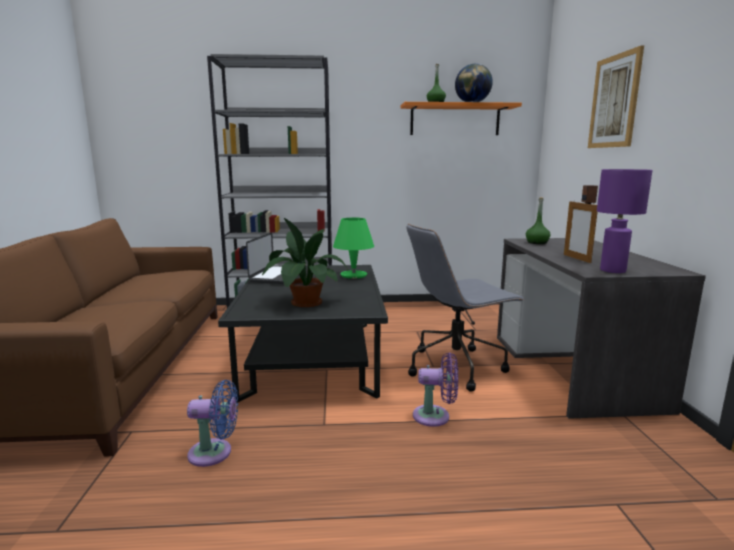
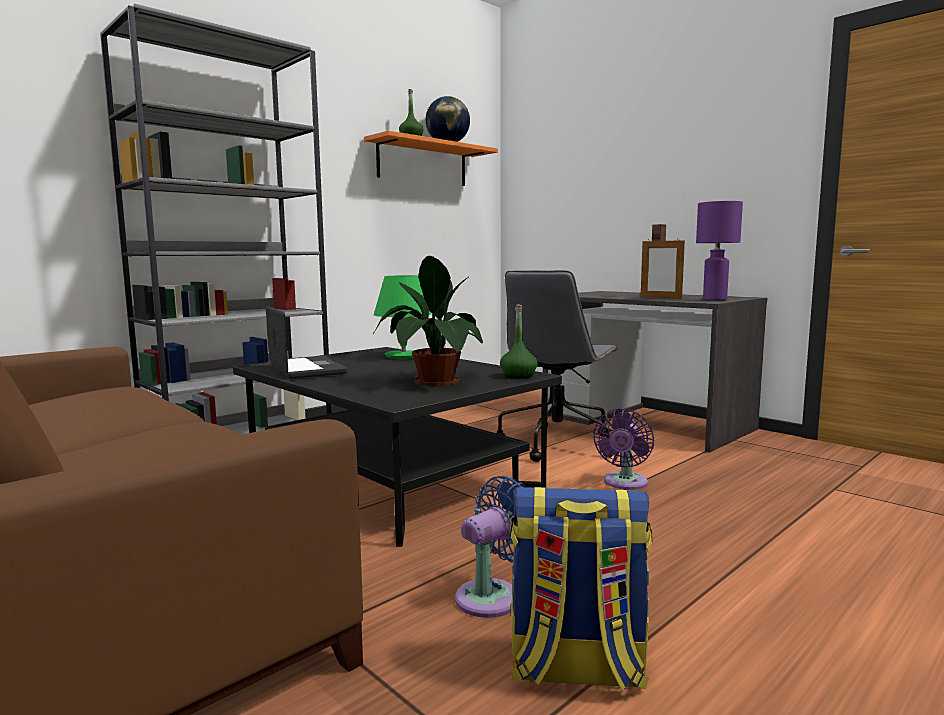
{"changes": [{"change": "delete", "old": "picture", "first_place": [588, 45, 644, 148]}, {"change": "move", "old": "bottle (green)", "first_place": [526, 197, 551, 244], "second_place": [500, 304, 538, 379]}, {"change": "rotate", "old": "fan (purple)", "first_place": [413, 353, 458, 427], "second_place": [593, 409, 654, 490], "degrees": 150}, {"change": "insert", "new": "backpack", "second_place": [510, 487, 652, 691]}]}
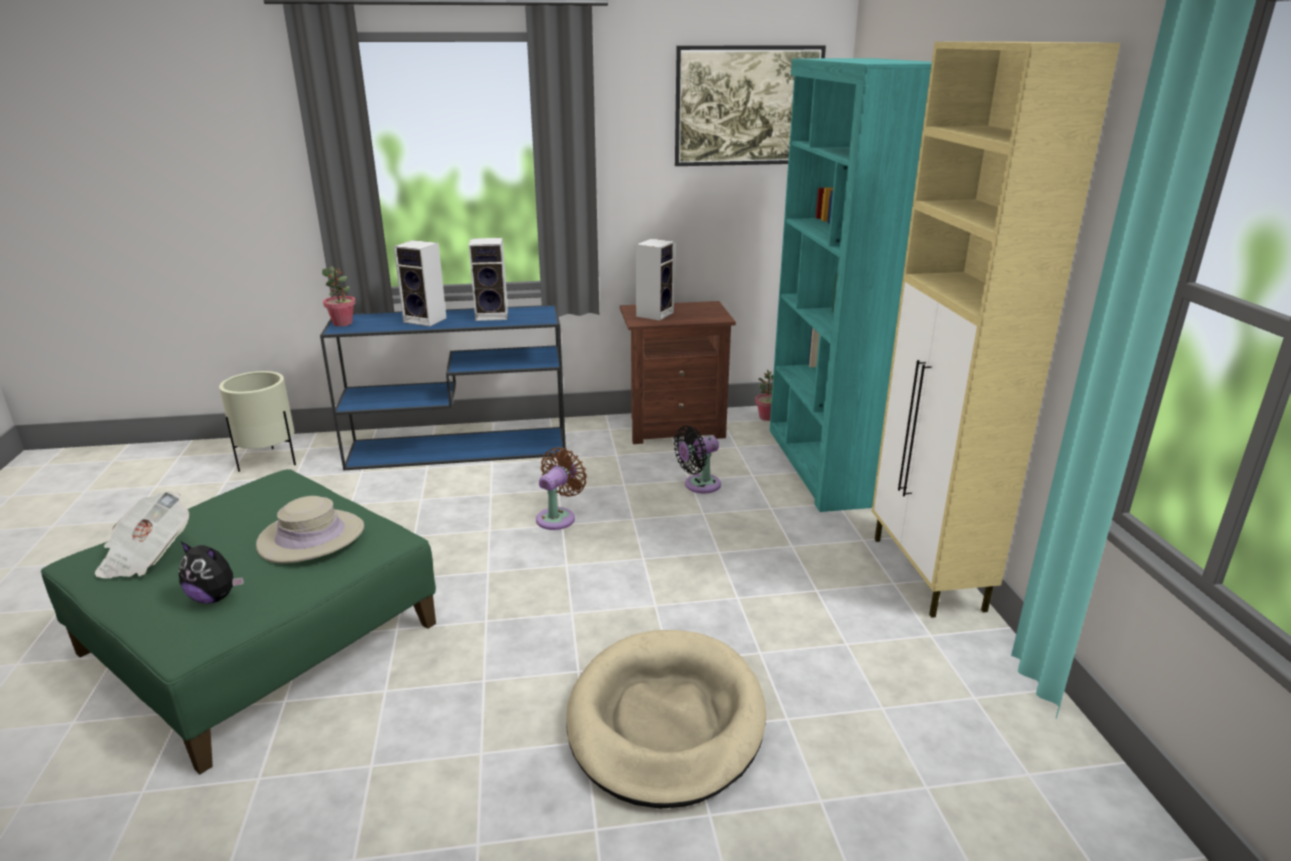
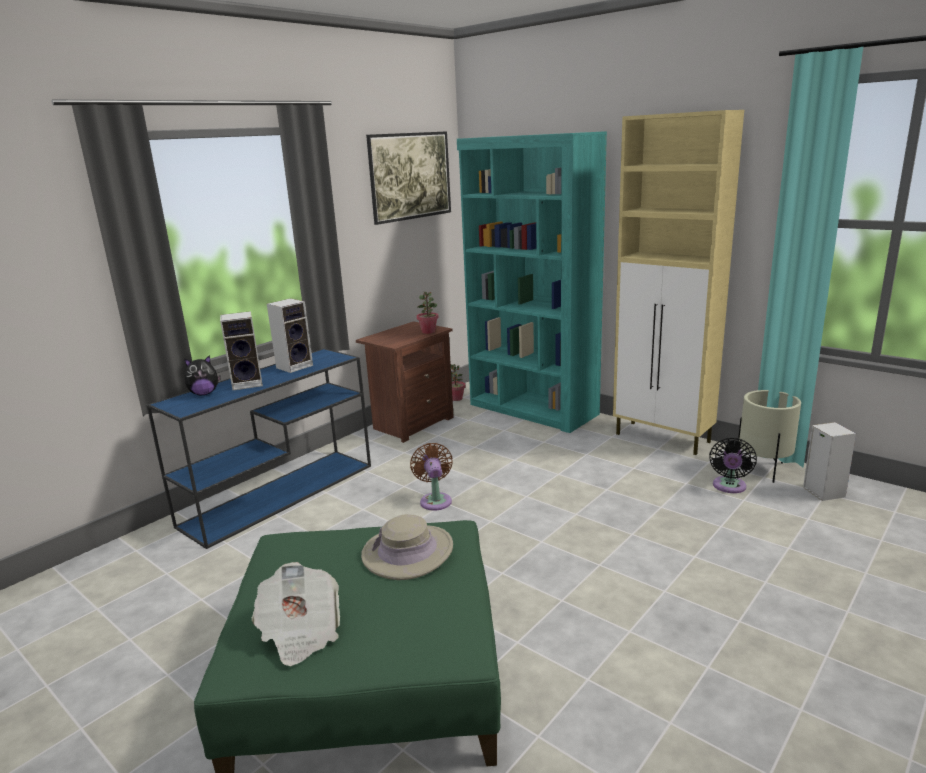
{"changes": [{"change": "move", "old": "speaker", "first_place": [636, 239, 675, 321], "second_place": [803, 422, 856, 501]}, {"change": "move", "old": "potted plant", "first_place": [322, 267, 356, 326], "second_place": [417, 292, 438, 334]}, {"change": "move", "old": "planter (beige)", "first_place": [219, 371, 296, 472], "second_place": [738, 390, 801, 483]}, {"change": "move", "old": "fan (black)", "first_place": [674, 425, 721, 493], "second_place": [709, 438, 757, 493]}, {"change": "move", "old": "plush toy", "first_place": [179, 542, 244, 603], "second_place": [185, 355, 220, 395]}, {"change": "delete", "old": "dog bed (beige)", "first_place": [566, 630, 766, 809]}]}
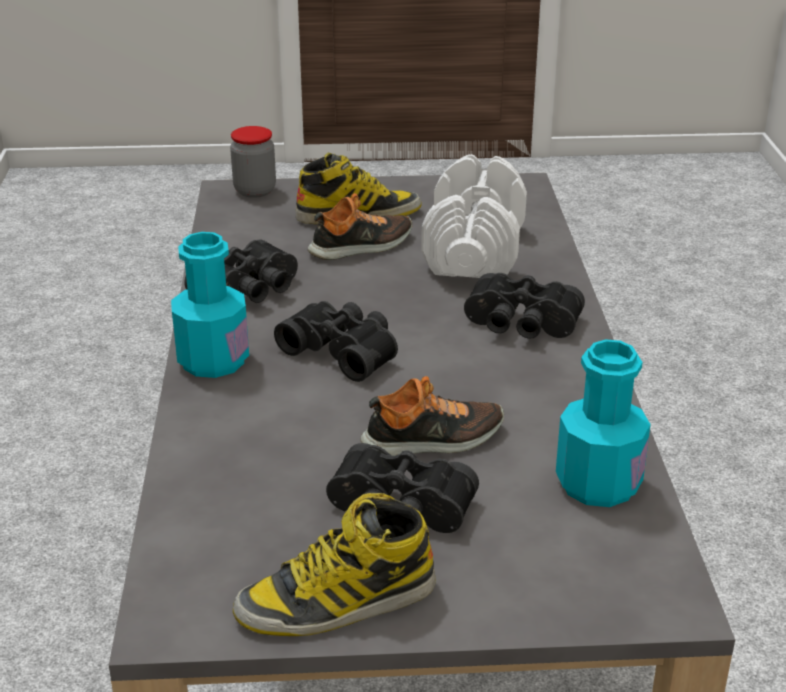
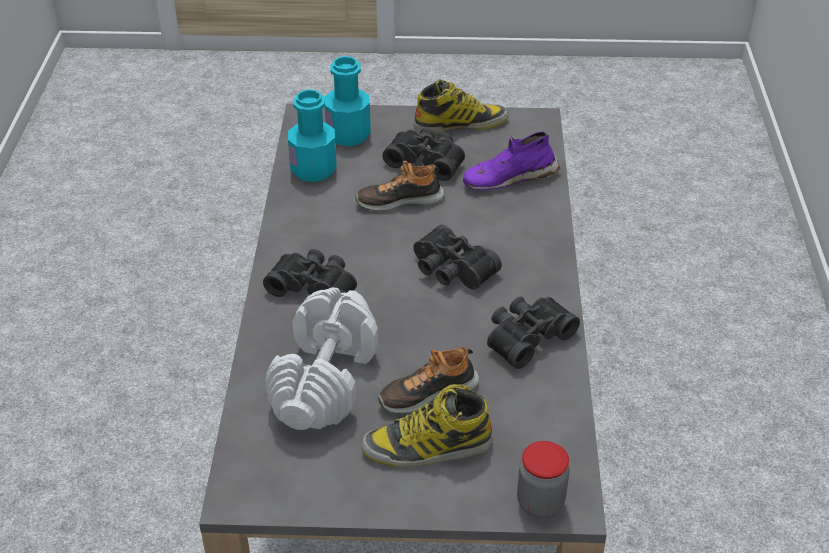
{"changes": [{"change": "move", "old": "bottle (turquoise)", "first_place": [171, 232, 249, 378], "second_place": [325, 56, 371, 146]}, {"change": "insert", "new": "shoe (purple)", "second_place": [463, 131, 560, 190]}]}
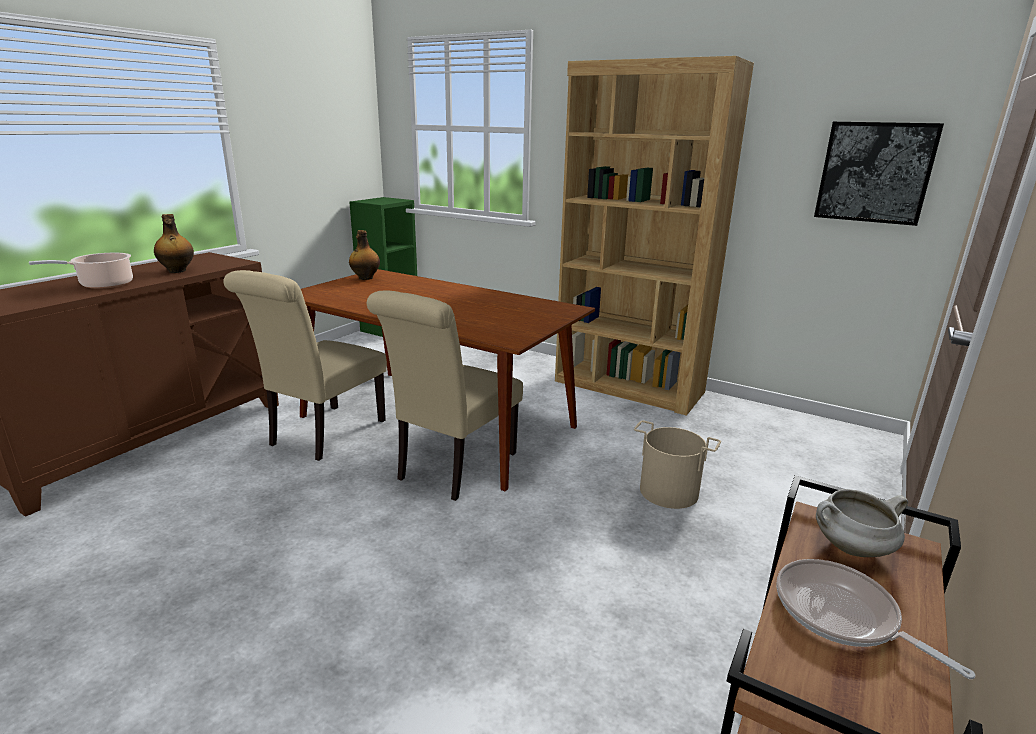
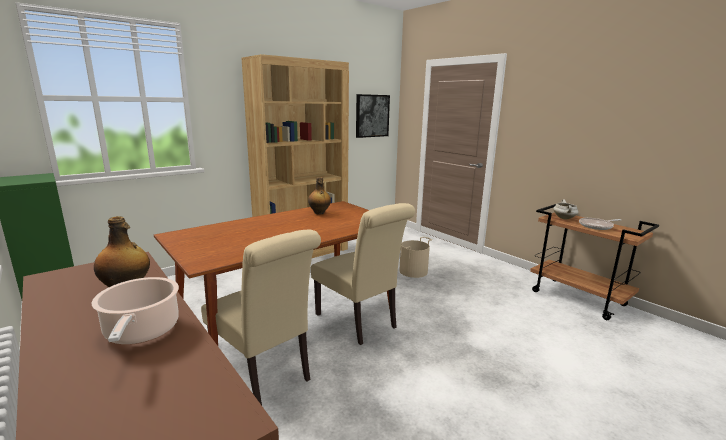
{"changes": [{"change": "move", "old": "bottle", "first_place": [349, 230, 380, 280], "second_place": [308, 177, 331, 214]}]}
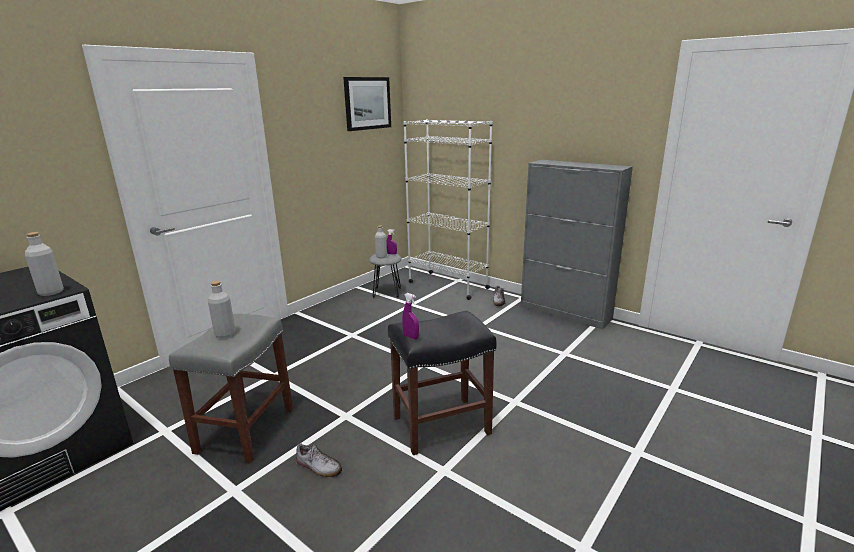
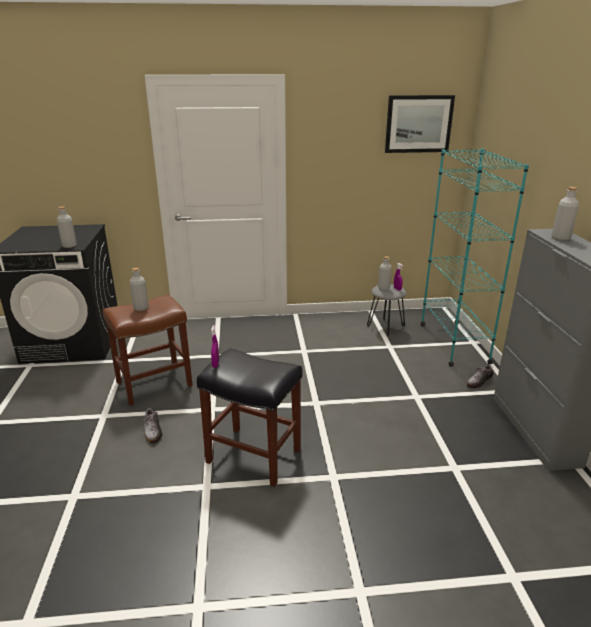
{"changes": [{"change": "recolor", "old": "bookcase (white)", "new": "bookcase (turquoise)", "first_place": [403, 119, 493, 300], "second_place": [421, 149, 529, 367]}, {"change": "recolor", "old": "stool (grey)", "new": "stool (brown)", "first_place": [169, 314, 293, 463], "second_place": [103, 295, 193, 405]}, {"change": "insert", "new": "bottle (grey)", "second_place": [552, 187, 579, 241]}]}
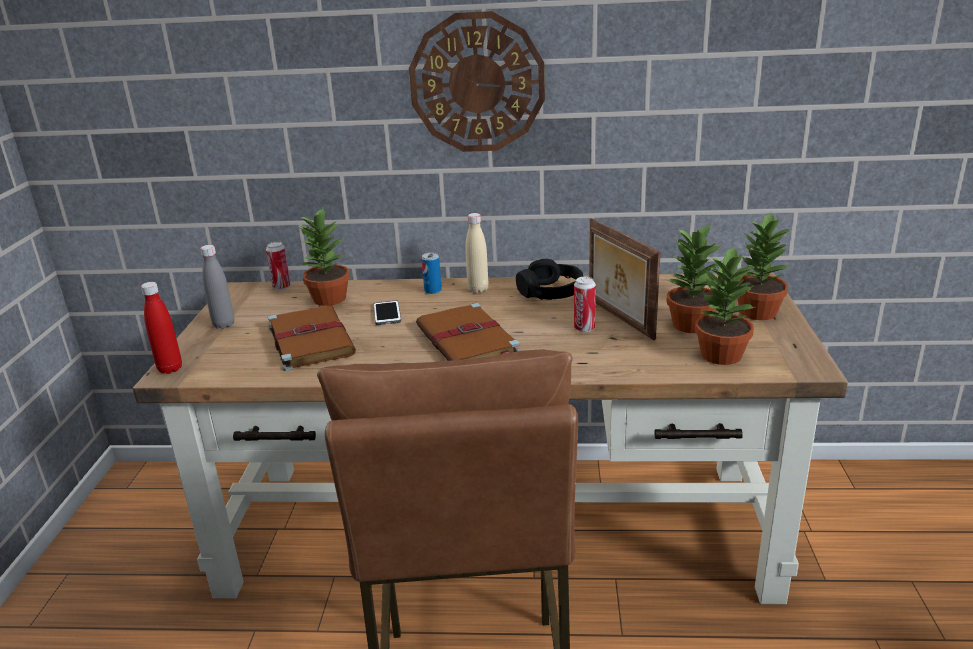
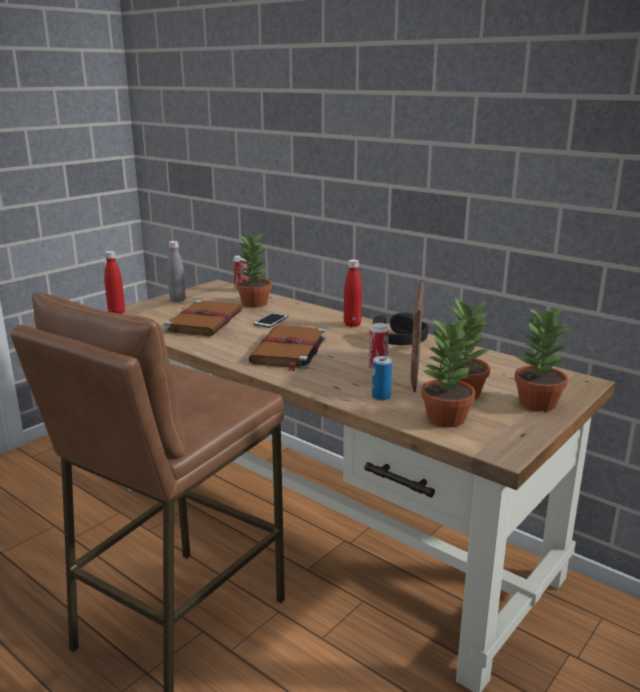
{"changes": [{"change": "delete", "old": "wall clock", "first_place": [409, 11, 545, 152]}, {"change": "recolor", "old": "bottle (beige)", "new": "bottle (red)", "first_place": [465, 213, 488, 293], "second_place": [344, 259, 362, 327]}, {"change": "move", "old": "can", "first_place": [421, 253, 442, 294], "second_place": [372, 356, 392, 401]}]}
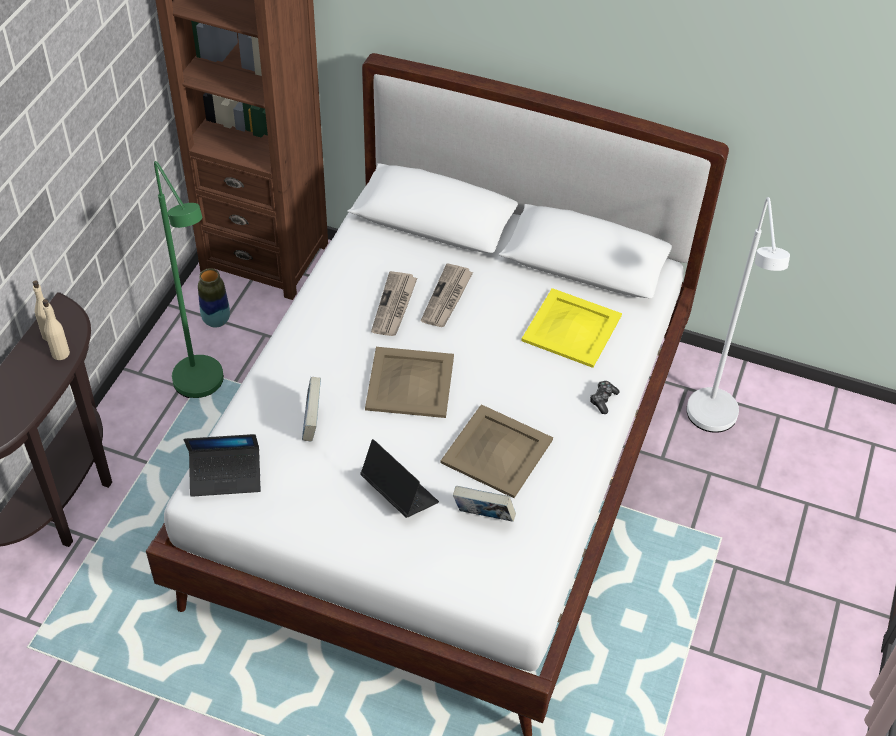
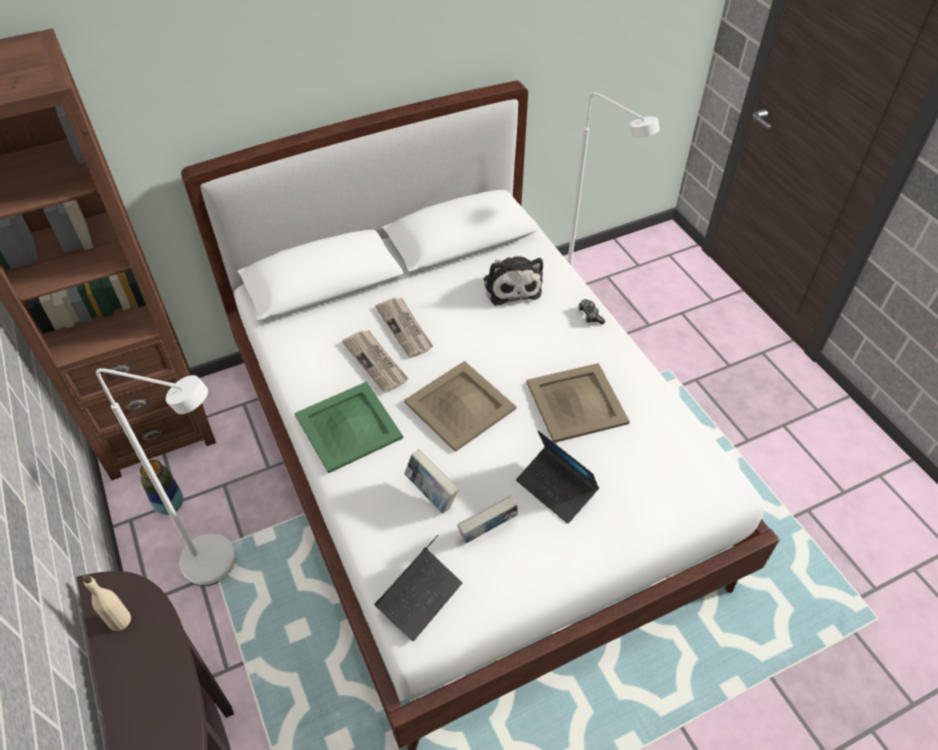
{"changes": [{"change": "recolor", "old": "floor lamp (green)", "new": "floor lamp (white)", "first_place": [154, 161, 224, 398], "second_place": [96, 368, 236, 586]}, {"change": "replace", "old": "tray (yellow)", "new": "plush toy", "first_place": [521, 288, 622, 368], "second_place": [484, 256, 543, 306]}, {"change": "delete", "old": "bottle (beige)", "first_place": [42, 299, 70, 360]}, {"change": "rotate", "old": "laptop", "first_place": [360, 439, 439, 518], "second_place": [516, 431, 599, 524], "degrees": -135}, {"change": "move", "old": "book", "first_place": [453, 486, 516, 522], "second_place": [457, 495, 518, 543]}, {"change": "insert", "new": "tray (green)", "second_place": [295, 382, 403, 473]}]}
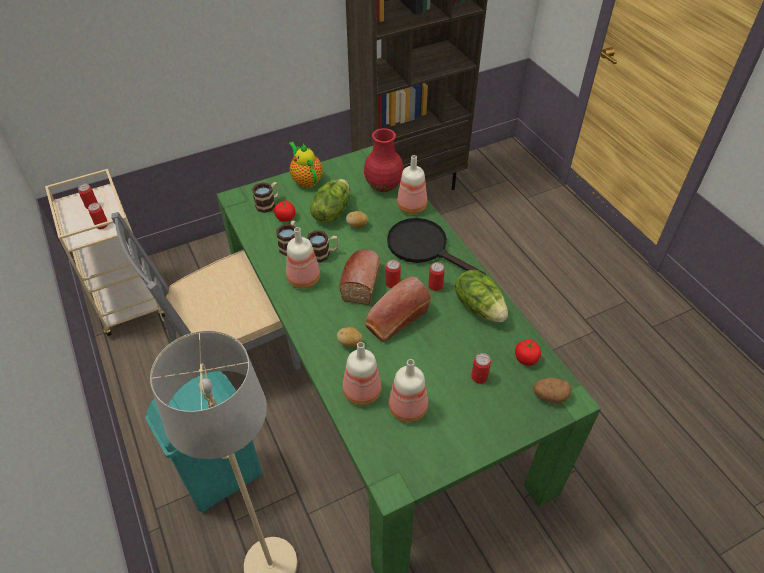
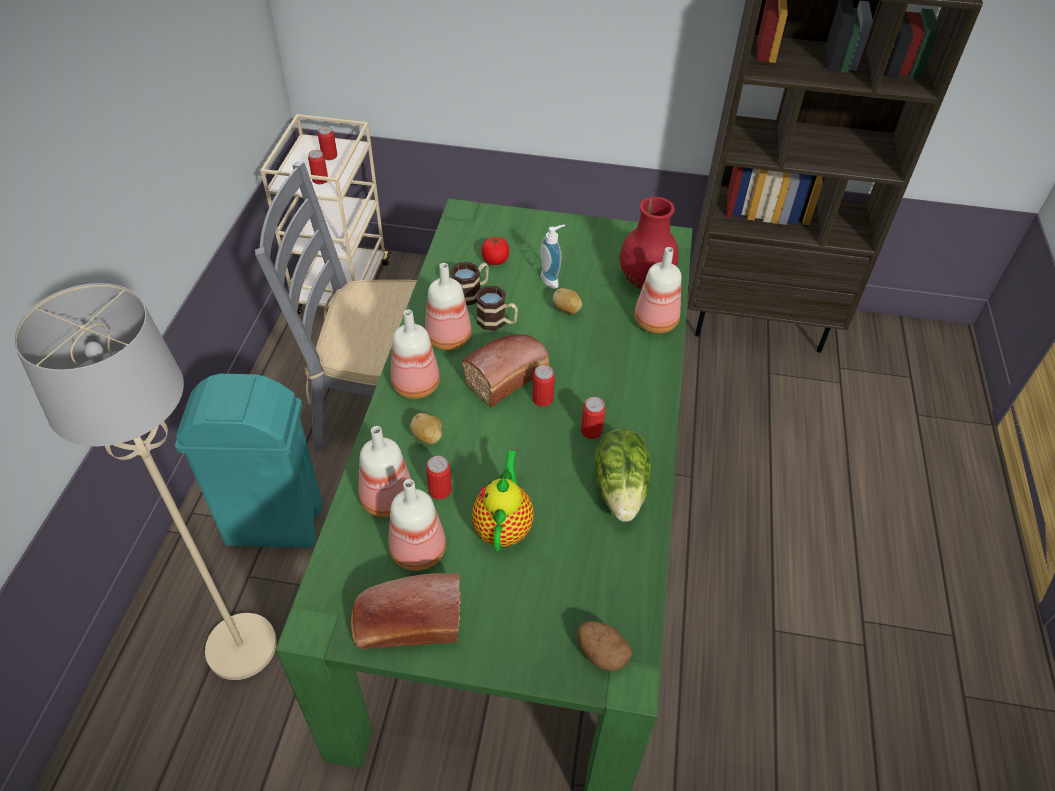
{"changes": [{"change": "move", "old": "teapot", "first_place": [289, 142, 323, 188], "second_place": [472, 450, 534, 551]}, {"change": "replace", "old": "lettuce", "new": "soap dispenser", "first_place": [310, 179, 350, 223], "second_place": [541, 225, 565, 289]}, {"change": "delete", "old": "mug", "first_place": [252, 182, 279, 213]}, {"change": "delete", "old": "frying pan (black)", "first_place": [387, 218, 486, 275]}, {"change": "move", "old": "bread", "first_place": [365, 276, 431, 342], "second_place": [351, 573, 461, 649]}, {"change": "delete", "old": "tomato", "first_place": [515, 340, 541, 365]}, {"change": "move", "old": "can", "first_place": [471, 353, 491, 384], "second_place": [426, 456, 452, 500]}, {"change": "insert", "new": "bottle", "second_place": [391, 310, 440, 399]}]}
